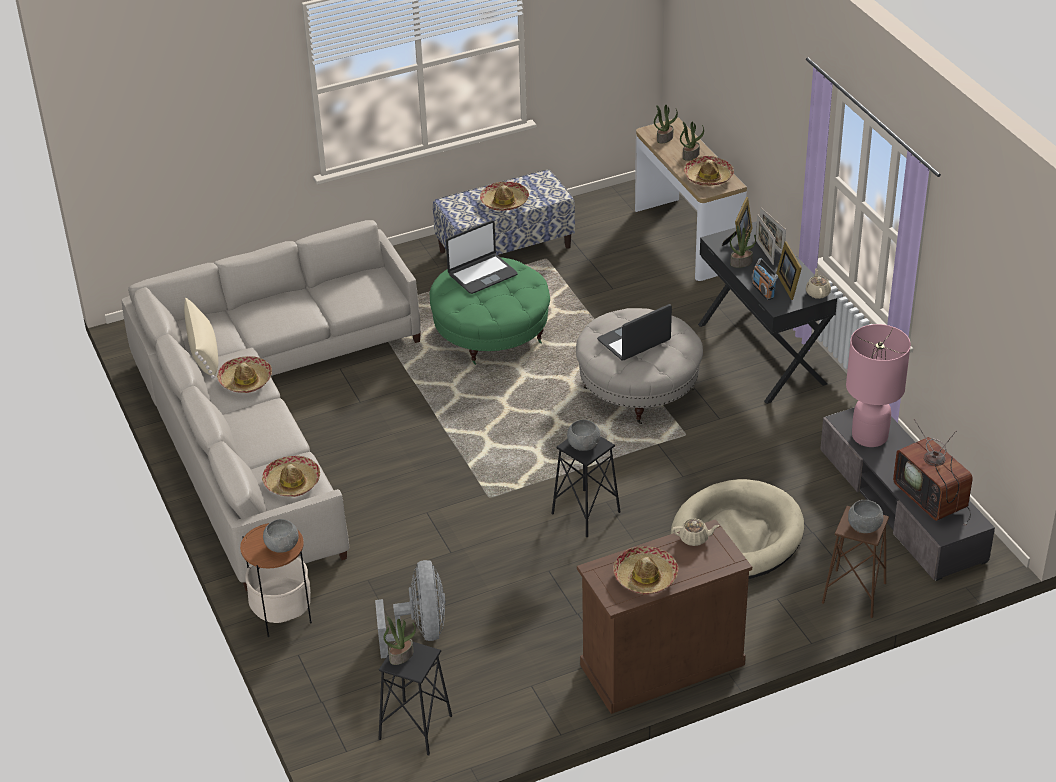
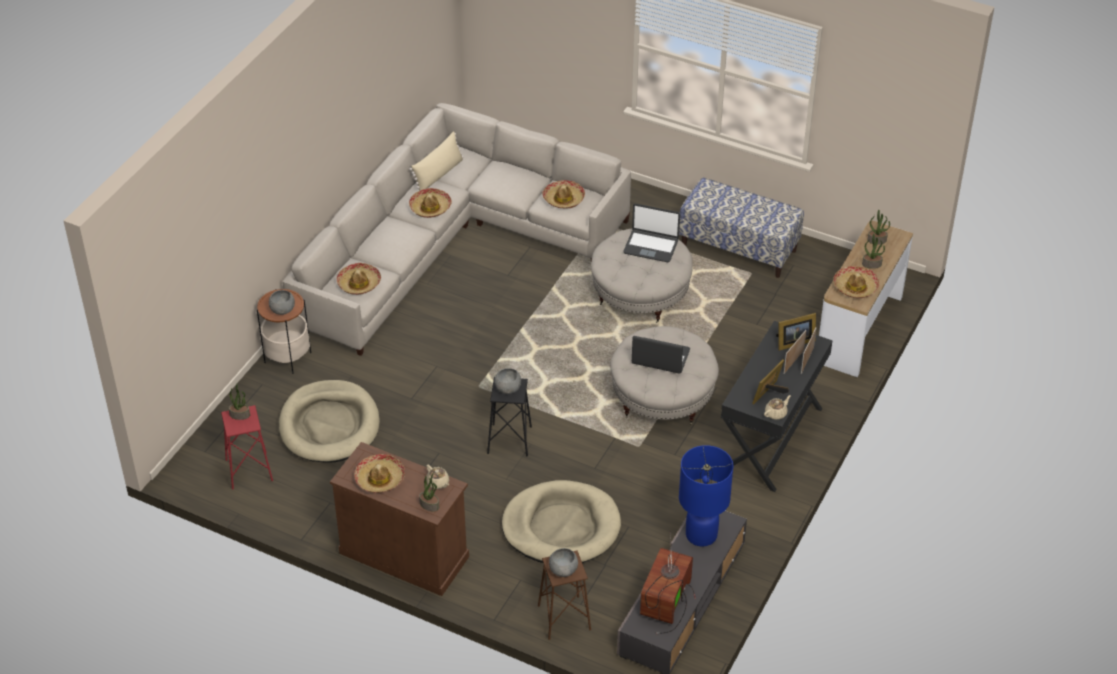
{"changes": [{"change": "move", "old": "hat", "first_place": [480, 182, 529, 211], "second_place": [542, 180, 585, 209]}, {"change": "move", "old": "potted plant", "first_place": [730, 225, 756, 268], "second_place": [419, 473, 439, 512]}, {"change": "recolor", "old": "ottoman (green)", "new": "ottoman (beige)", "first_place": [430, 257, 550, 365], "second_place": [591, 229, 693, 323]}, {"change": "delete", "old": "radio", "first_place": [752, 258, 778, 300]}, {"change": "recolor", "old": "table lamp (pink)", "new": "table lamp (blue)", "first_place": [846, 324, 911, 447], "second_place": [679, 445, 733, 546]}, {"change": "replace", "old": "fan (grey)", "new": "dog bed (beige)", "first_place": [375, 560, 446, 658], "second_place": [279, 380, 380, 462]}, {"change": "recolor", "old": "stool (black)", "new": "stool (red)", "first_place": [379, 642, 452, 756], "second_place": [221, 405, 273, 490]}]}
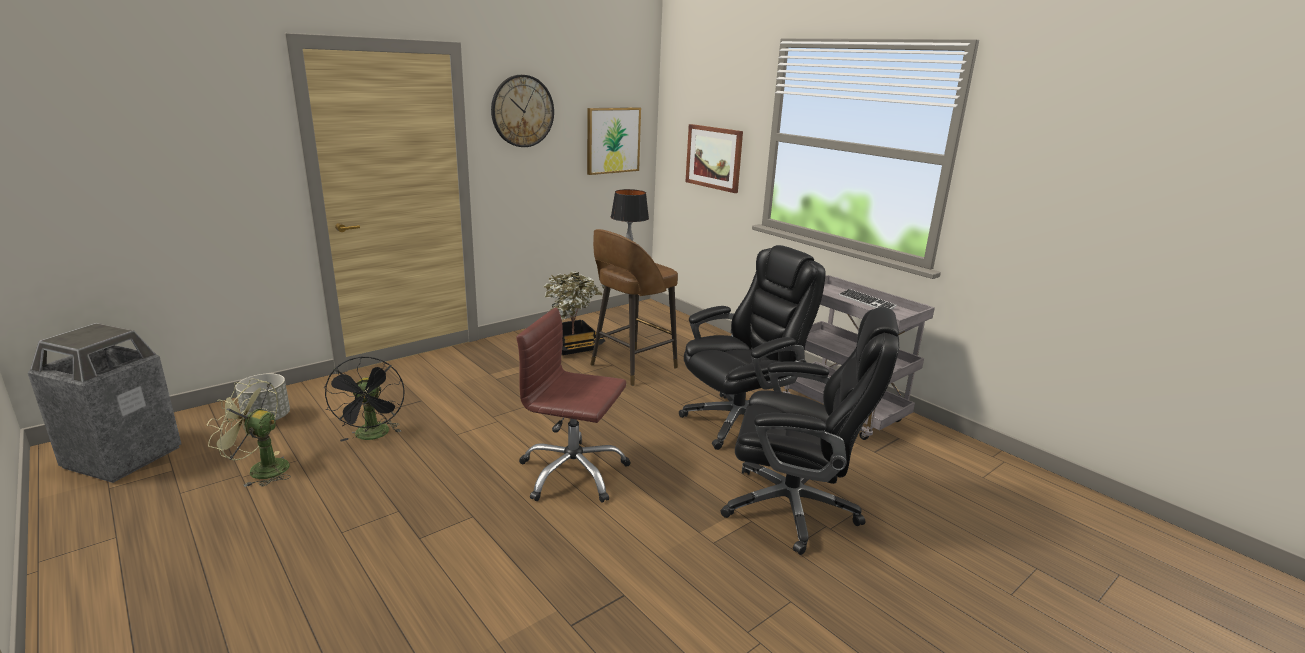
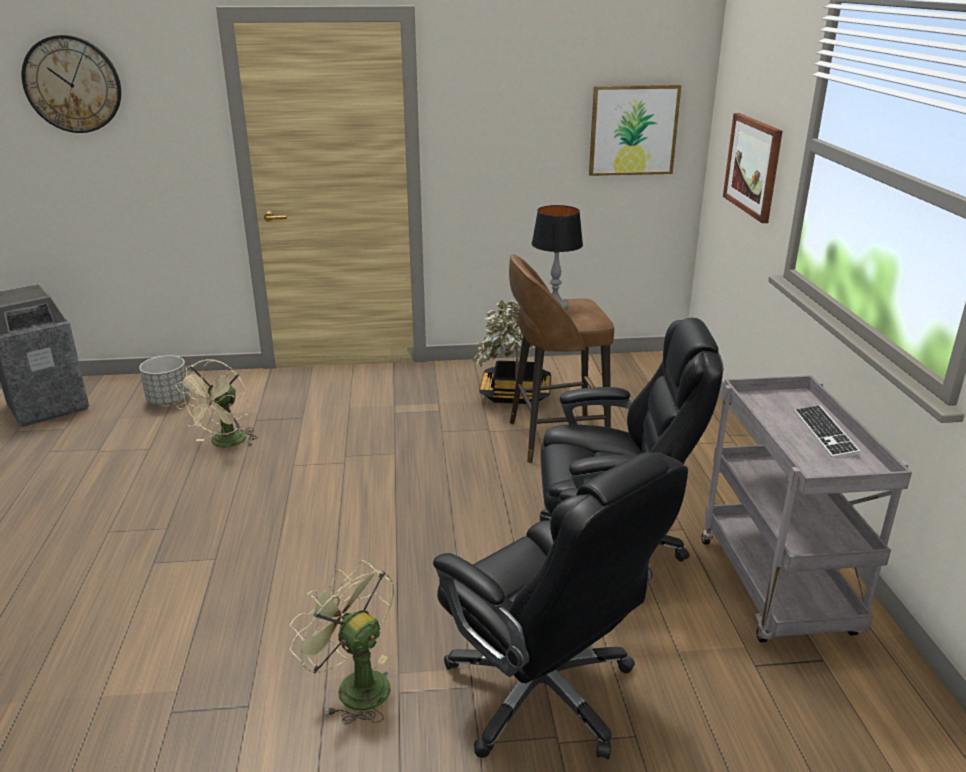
{"changes": [{"change": "move", "old": "wall clock", "first_place": [491, 75, 554, 147], "second_place": [22, 35, 121, 133]}, {"change": "delete", "old": "office chair (brown)", "first_place": [516, 308, 631, 503]}, {"change": "recolor", "old": "fan (black)", "new": "fan (beige)", "first_place": [324, 357, 405, 441], "second_place": [175, 359, 258, 447]}, {"change": "move", "old": "fan (green)", "first_place": [207, 378, 291, 487], "second_place": [290, 560, 394, 724]}]}
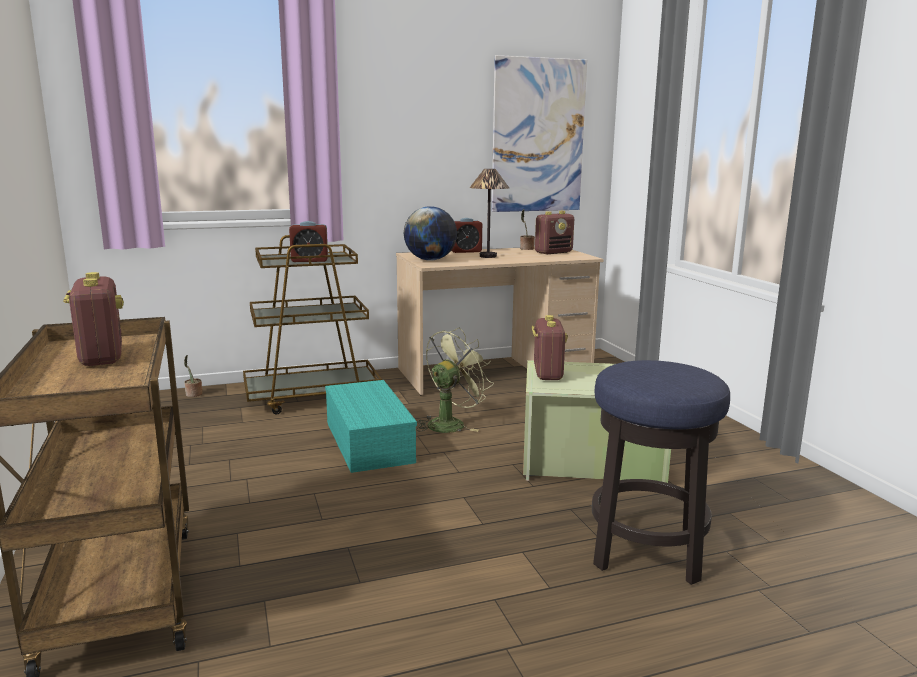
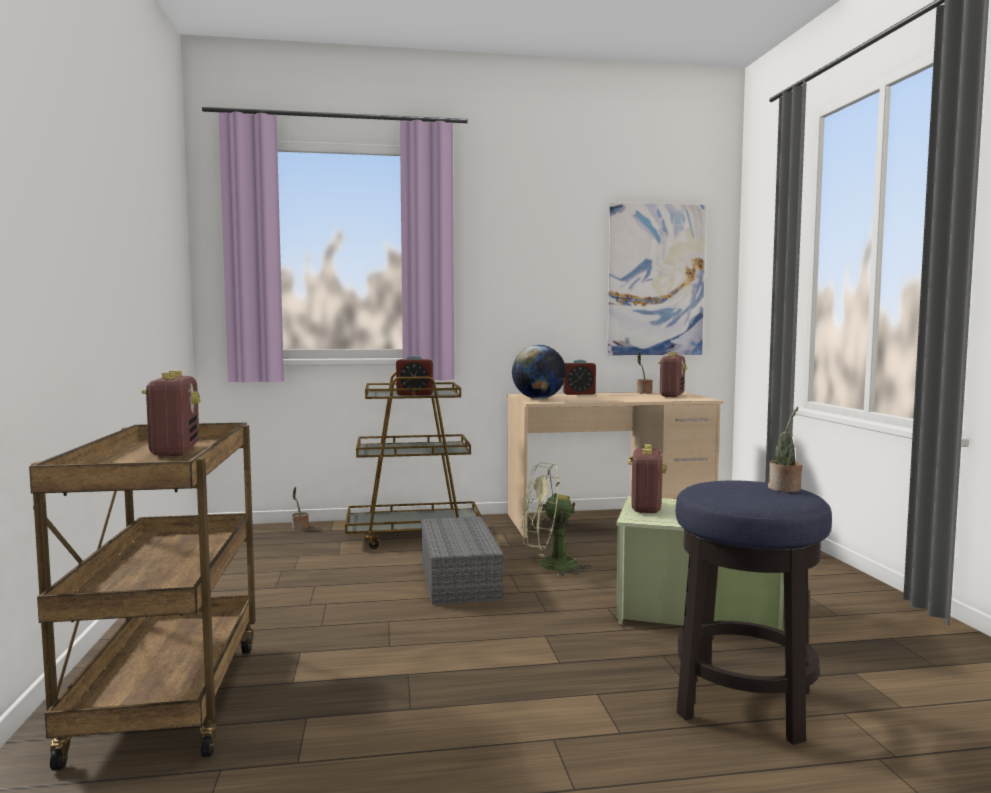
{"changes": [{"change": "delete", "old": "table lamp", "first_place": [469, 169, 509, 258]}, {"change": "rotate", "old": "radio", "first_place": [535, 211, 574, 254], "second_place": [658, 352, 687, 397], "degrees": -45}, {"change": "rotate", "old": "fan (green)", "first_place": [416, 328, 494, 433], "second_place": [522, 462, 591, 576], "degrees": -150}, {"change": "recolor", "old": "storage box (turquoise)", "new": "storage box (grey)", "first_place": [325, 380, 417, 473], "second_place": [421, 516, 504, 605]}, {"change": "insert", "new": "potted plant", "second_place": [768, 407, 803, 492]}]}
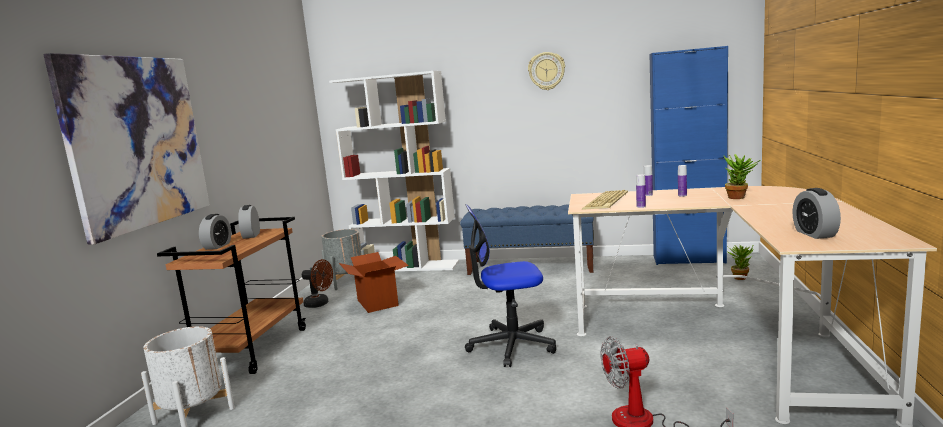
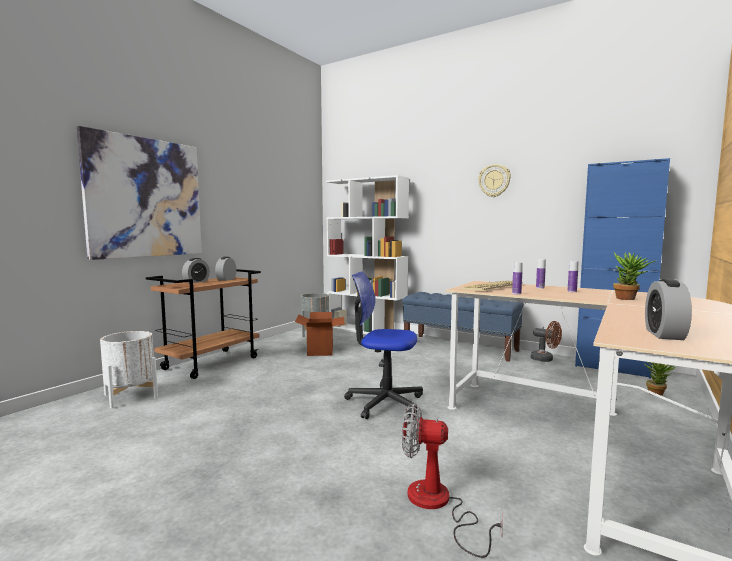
{"changes": [{"change": "move", "old": "fan (brown)", "first_place": [302, 259, 333, 308], "second_place": [531, 321, 562, 362]}]}
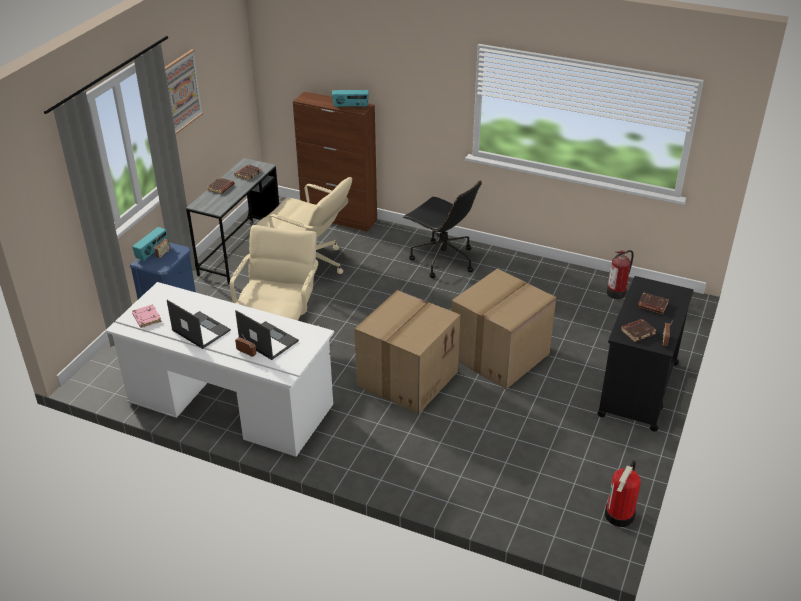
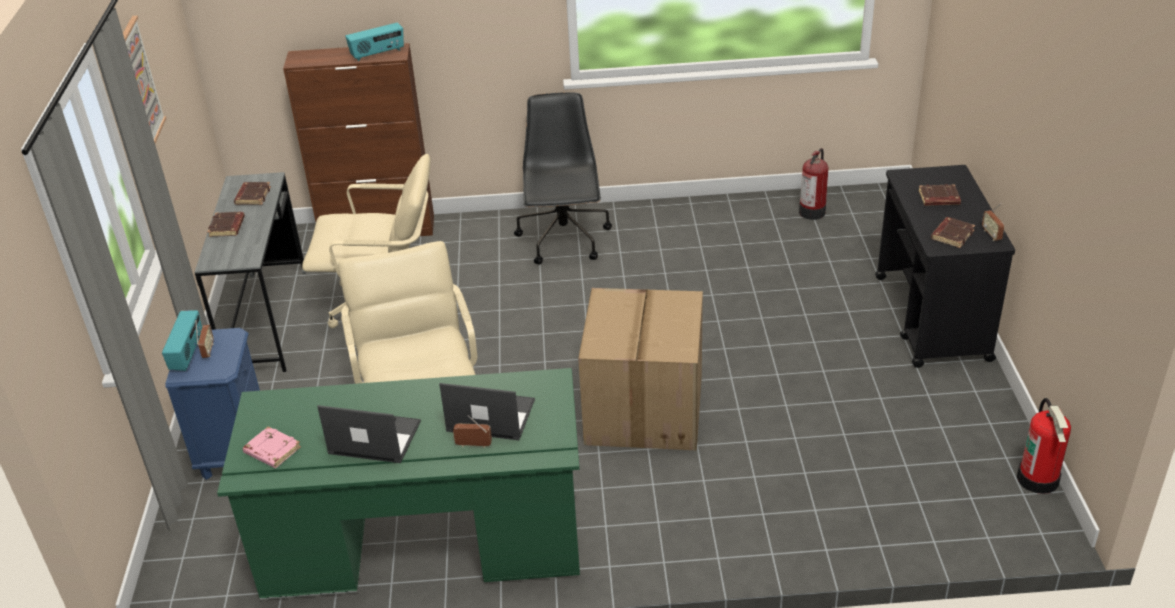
{"changes": [{"change": "rotate", "old": "office chair (black)", "first_place": [403, 180, 482, 278], "second_place": [514, 93, 612, 265], "degrees": -105}, {"change": "delete", "old": "cardboard box", "first_place": [451, 268, 556, 389]}, {"change": "recolor", "old": "desk (white)", "new": "desk (green)", "first_place": [105, 282, 334, 457], "second_place": [217, 368, 580, 600]}]}
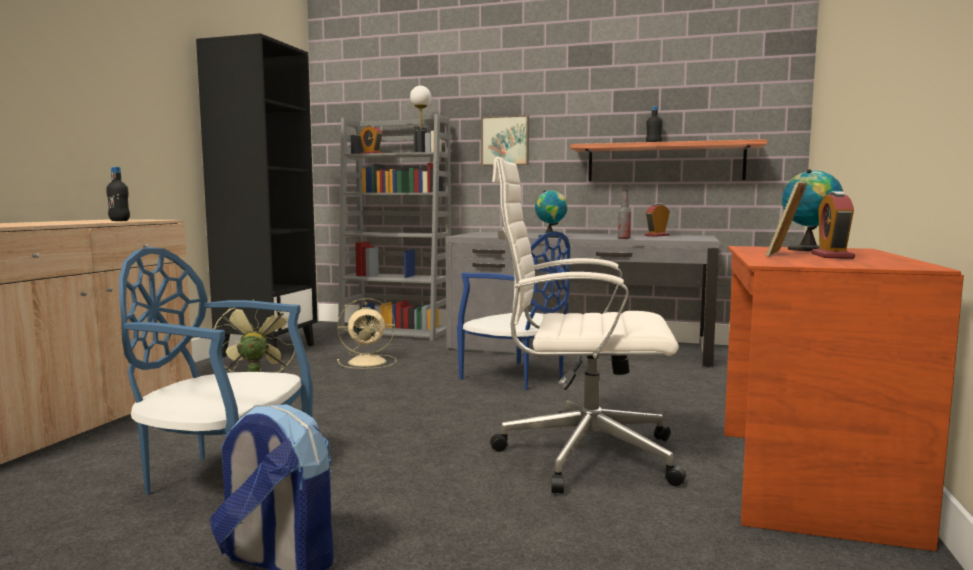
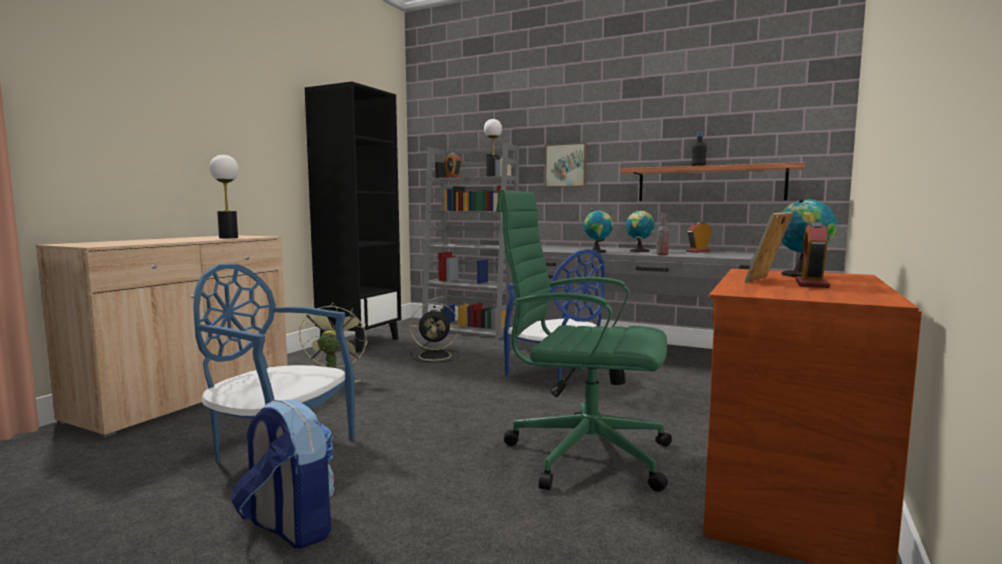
{"changes": [{"change": "recolor", "old": "office chair (white)", "new": "office chair (green)", "first_place": [490, 157, 686, 494], "second_place": [496, 190, 672, 492]}, {"change": "replace", "old": "bottle (black)", "new": "table lamp", "first_place": [106, 167, 130, 221], "second_place": [209, 155, 239, 238]}, {"change": "recolor", "old": "fan (beige)", "new": "fan (black)", "first_place": [337, 298, 396, 369], "second_place": [410, 302, 460, 362]}, {"change": "insert", "new": "globe", "second_place": [626, 210, 655, 252]}]}
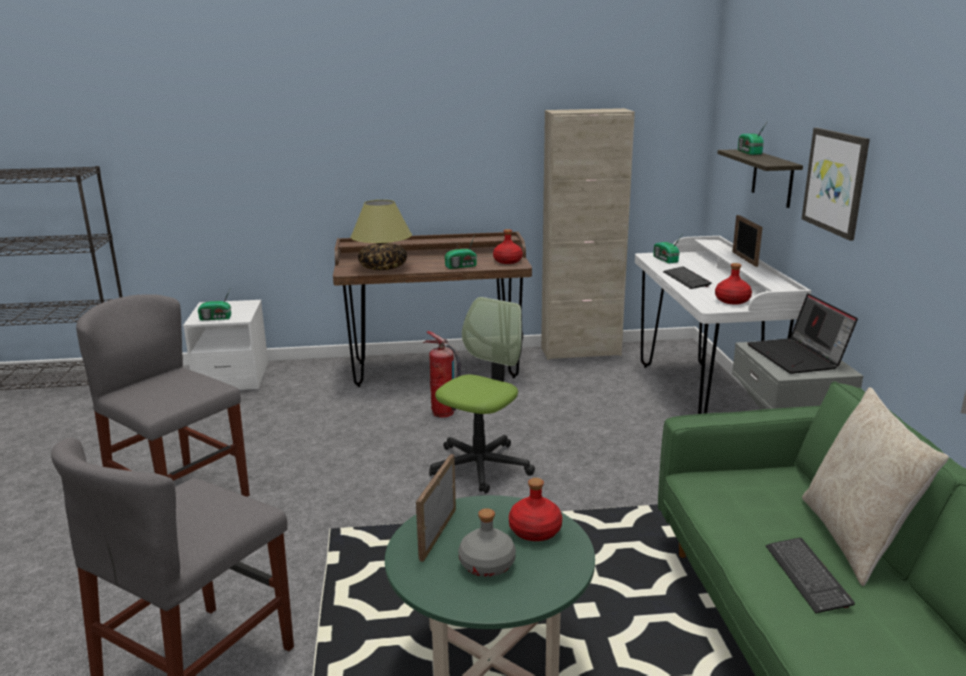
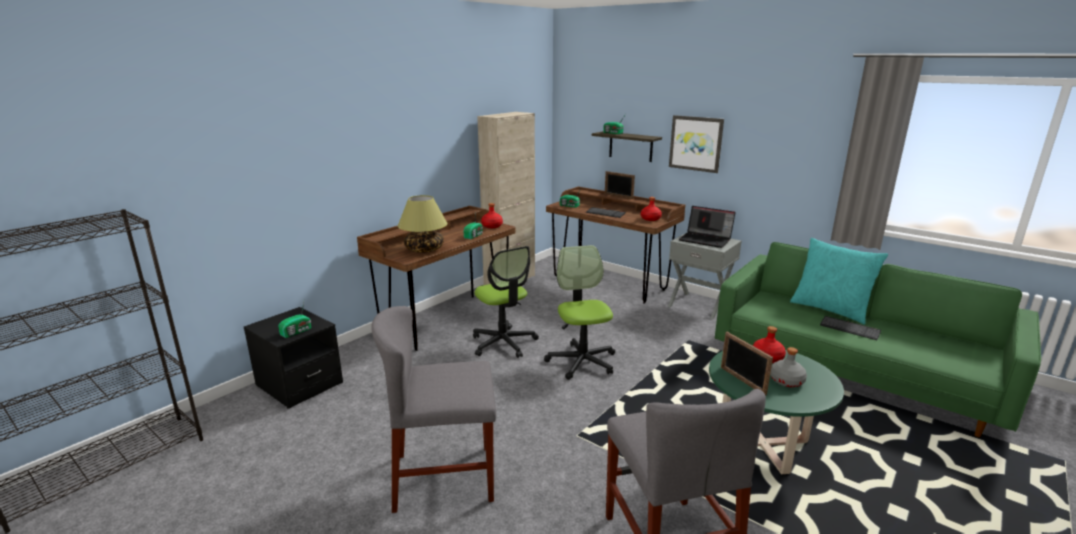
{"changes": [{"change": "recolor", "old": "desk (white)", "new": "desk (brown)", "first_place": [635, 236, 812, 414], "second_place": [546, 186, 685, 304]}, {"change": "recolor", "old": "nightstand (white)", "new": "nightstand (black)", "first_place": [183, 300, 268, 390], "second_place": [244, 307, 343, 409]}, {"change": "replace", "old": "fire extinguisher", "new": "office chair", "first_place": [423, 331, 461, 418], "second_place": [473, 246, 539, 358]}, {"change": "recolor", "old": "pillow (beige)", "new": "pillow (turquoise)", "first_place": [802, 387, 949, 586], "second_place": [790, 238, 888, 325]}]}
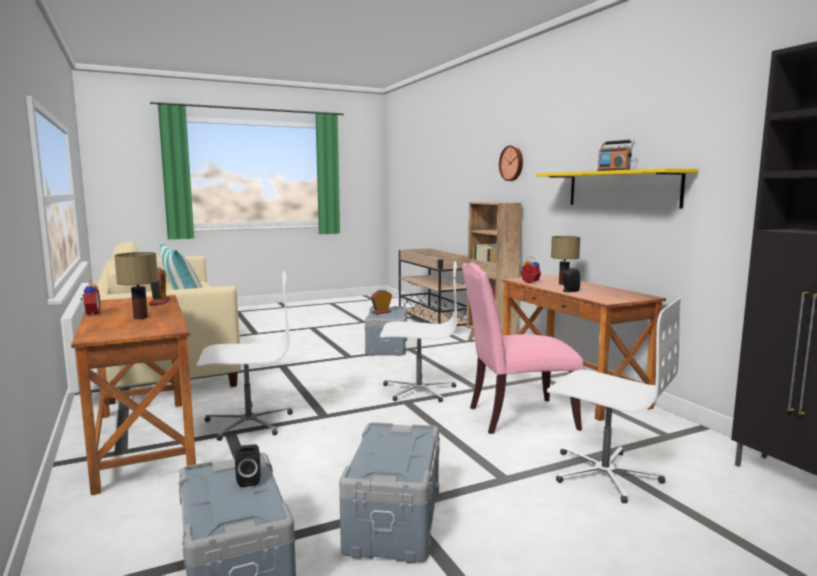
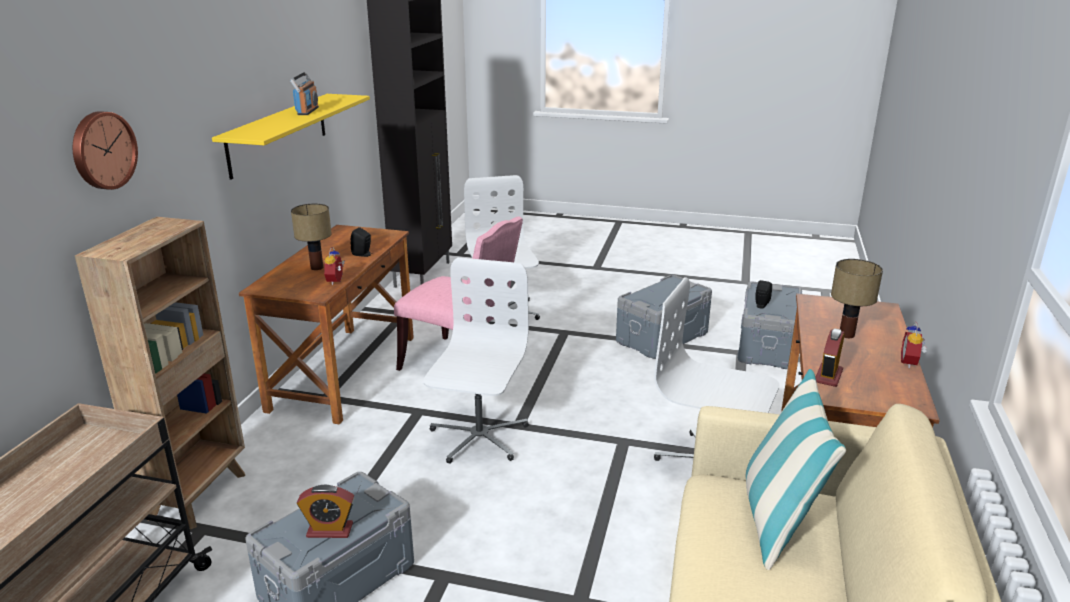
{"changes": [{"change": "rotate", "old": "office chair (white)", "first_place": [380, 261, 457, 402], "second_place": [423, 257, 529, 464], "degrees": 60}]}
